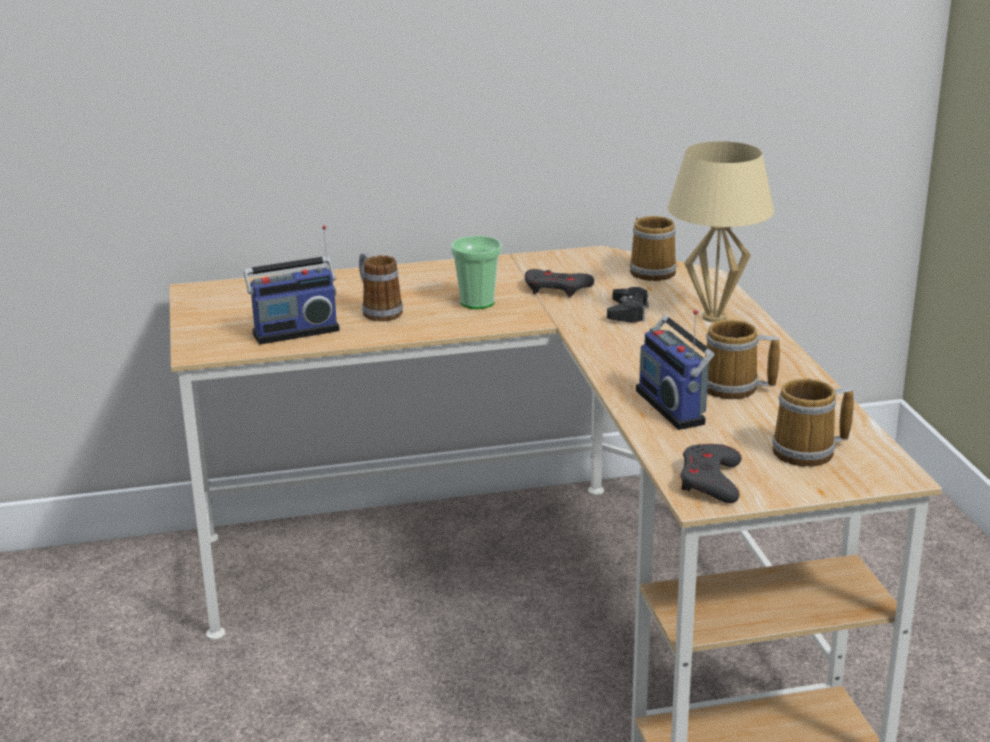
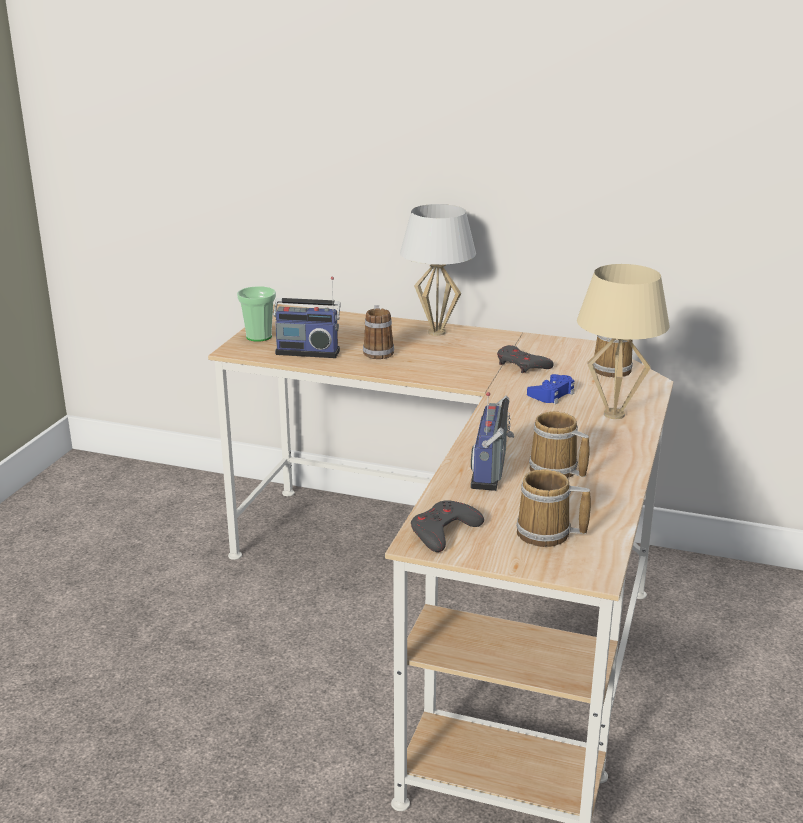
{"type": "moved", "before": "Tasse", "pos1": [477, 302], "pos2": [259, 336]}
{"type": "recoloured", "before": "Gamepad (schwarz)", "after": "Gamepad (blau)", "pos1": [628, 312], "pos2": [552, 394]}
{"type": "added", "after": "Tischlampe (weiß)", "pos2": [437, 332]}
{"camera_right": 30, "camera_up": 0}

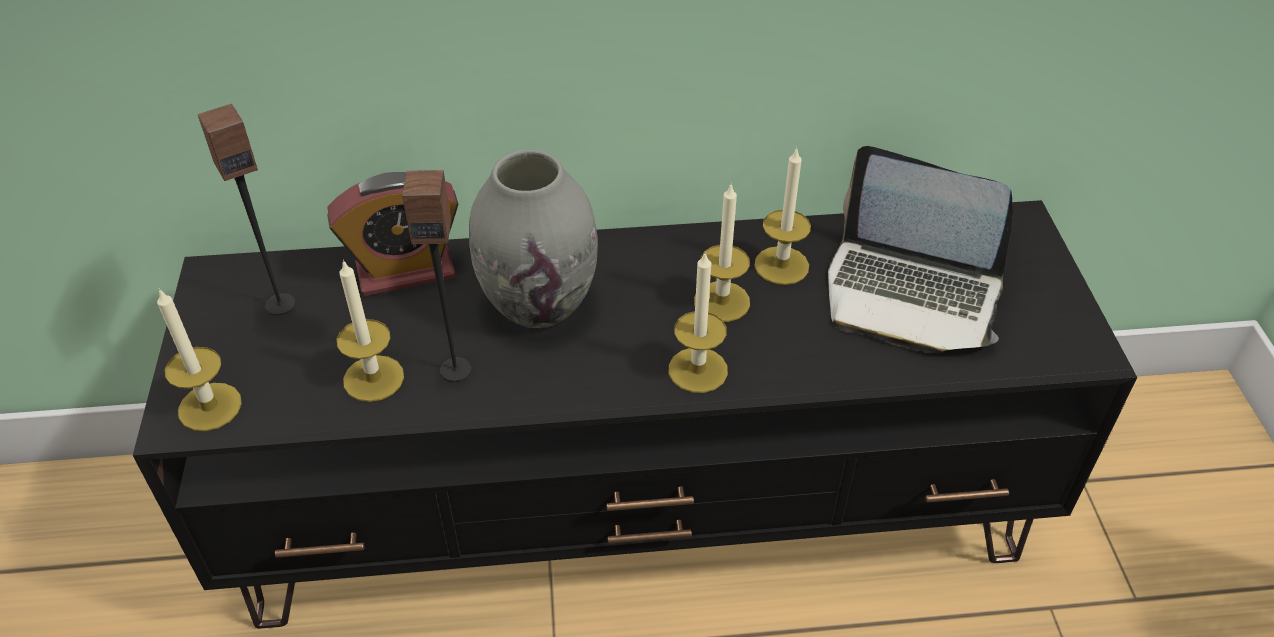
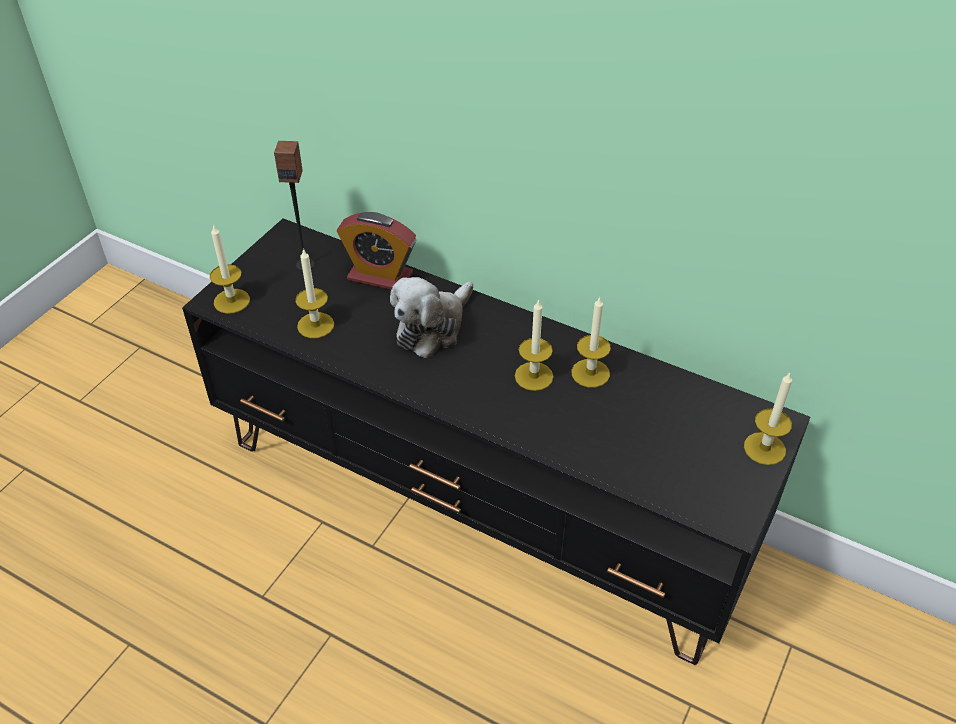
{"type": "removed", "before": "Laptop", "pos1": [910, 294]}
{"type": "replaced", "before": "Vase (grau)", "after": "Plüschtier", "pos1": [539, 303], "pos2": [432, 327]}
{"type": "removed", "before": "Lautsprecher", "pos1": [455, 369]}
{"type": "moved", "before": "Kerze", "pos1": [698, 370], "pos2": [764, 448]}
{"camera_right": 35, "camera_up": 0}

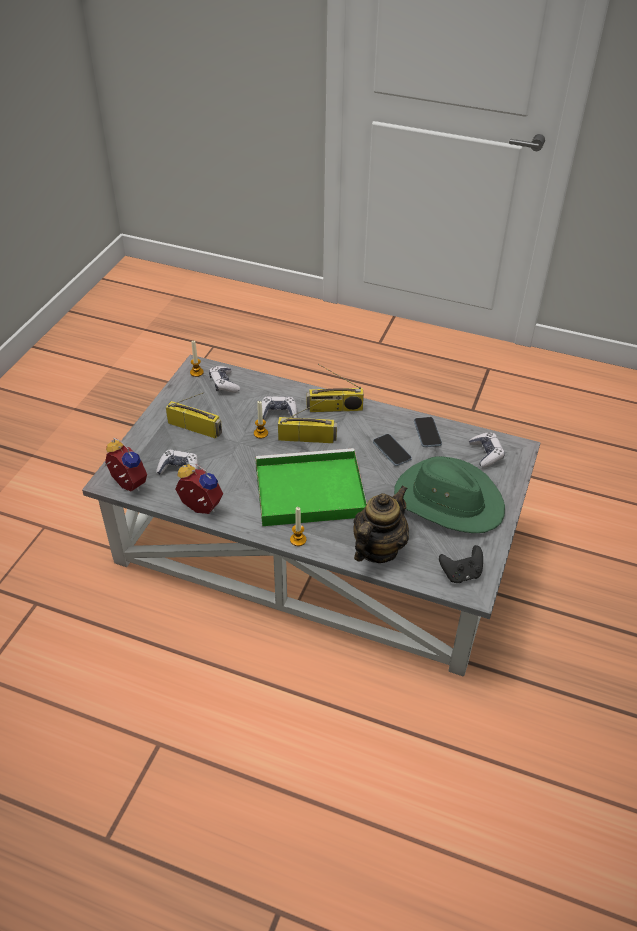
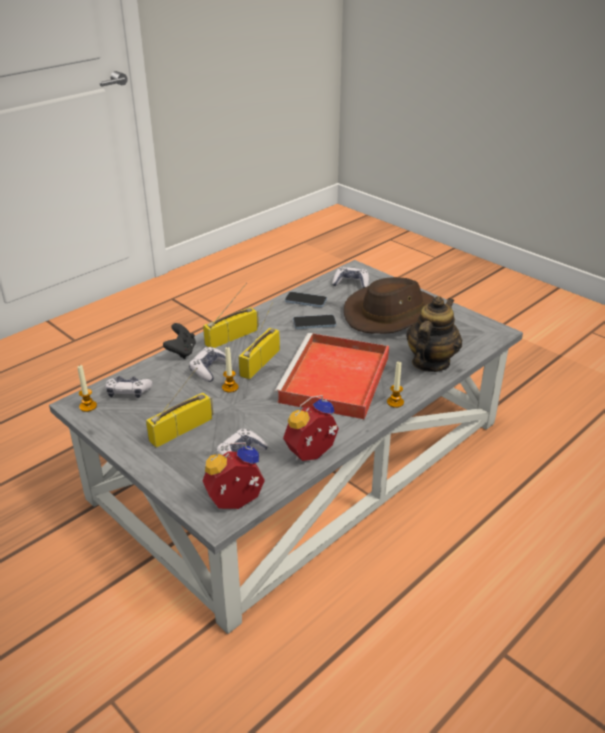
{"type": "turned", "before": "Radio", "pos1": [334, 408], "pos2": [232, 336], "turn": -150}
{"type": "recoloured", "before": "Tablett (grün)", "after": "Tablett (rot)", "pos1": [307, 492], "pos2": [335, 381]}
{"type": "recoloured", "before": "Hut (grün)", "after": "Hut (braun)", "pos1": [448, 500], "pos2": [392, 314]}
{"type": "turned", "before": "Teekanne", "pos1": [378, 549], "pos2": [430, 363], "turn": 60}
{"type": "moved", "before": "Gamepad (schwarz)", "pos1": [461, 574], "pos2": [181, 352]}
{"camera_right": -65, "camera_up": -10}

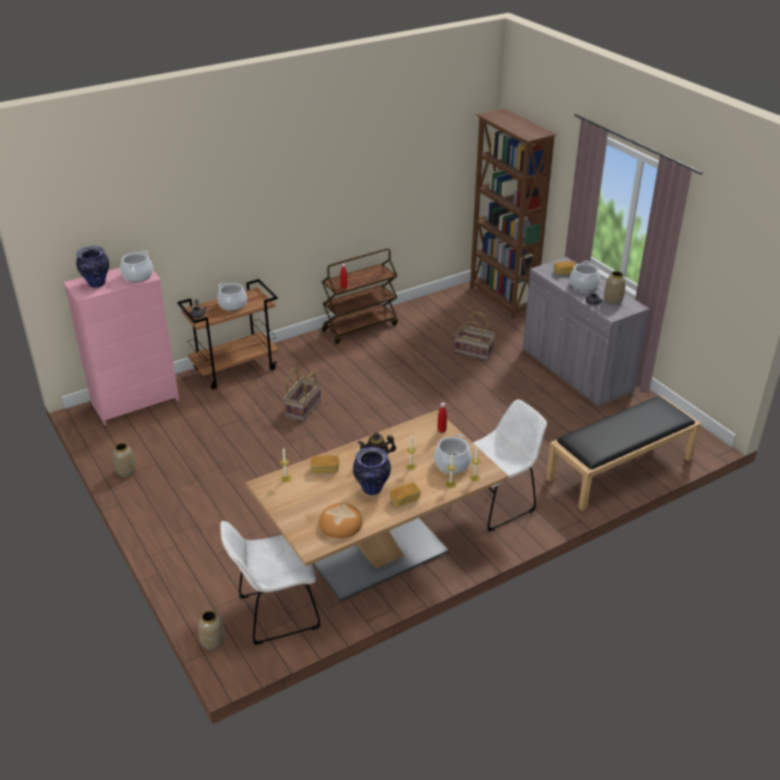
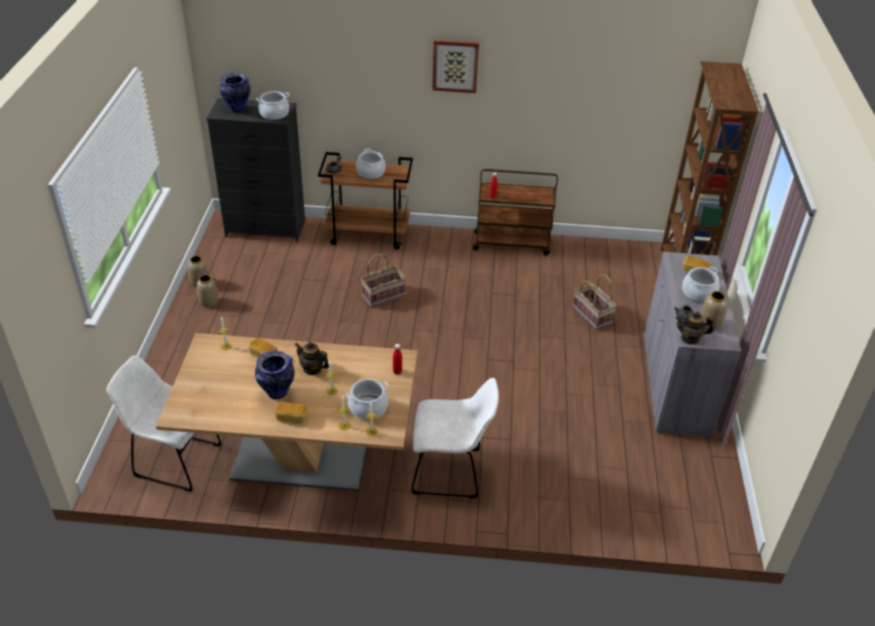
{"type": "recoloured", "before": "Kommode (rosa)", "after": "Kommode (schwarz)", "pos1": [136, 402], "pos2": [266, 228]}
{"type": "removed", "before": "Bank (schwarz)", "pos1": [619, 469]}
{"type": "removed", "before": "Brot", "pos1": [340, 523]}
{"type": "moved", "before": "Vase", "pos1": [213, 642], "pos2": [209, 302]}
{"type": "added", "after": "Bild", "pos2": [455, 65]}
{"type": "added", "after": "Teekanne", "pos2": [690, 338]}
{"camera_right": 35, "camera_up": 5}

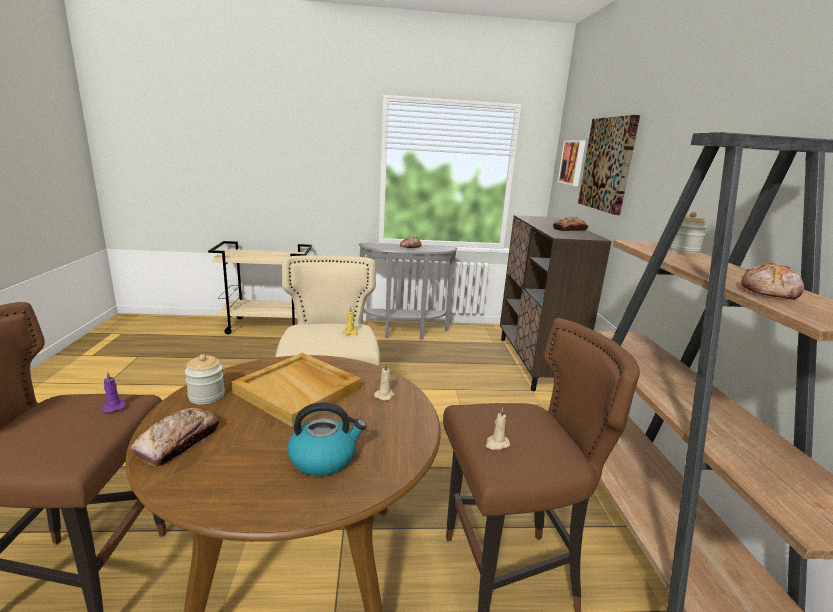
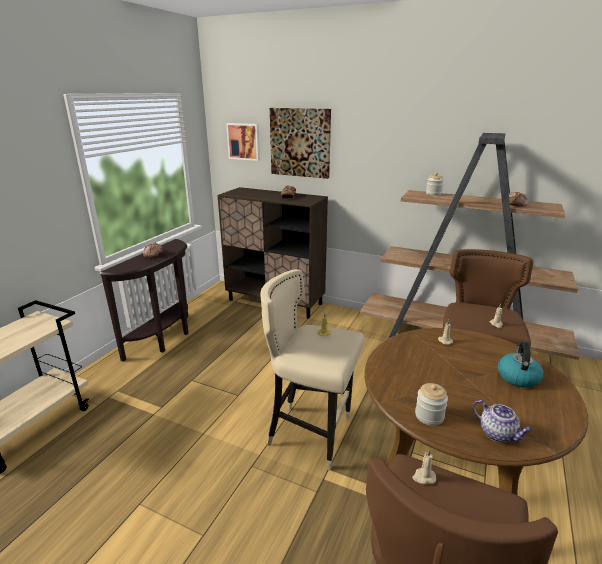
{"type": "recoloured", "before": "Konsolentisch (grau)", "after": "Konsolentisch (braun)", "pos1": [404, 333], "pos2": [166, 339]}
{"type": "removed", "before": "Tablett (beige)", "pos1": [299, 390]}
{"type": "recoloured", "before": "Kerze (lila)", "after": "Kerze (beige)", "pos1": [114, 406], "pos2": [423, 477]}
{"type": "replaced", "before": "Brot", "after": "Teekanne", "pos1": [178, 442], "pos2": [498, 434]}
{"camera_right": -60, "camera_up": 5}

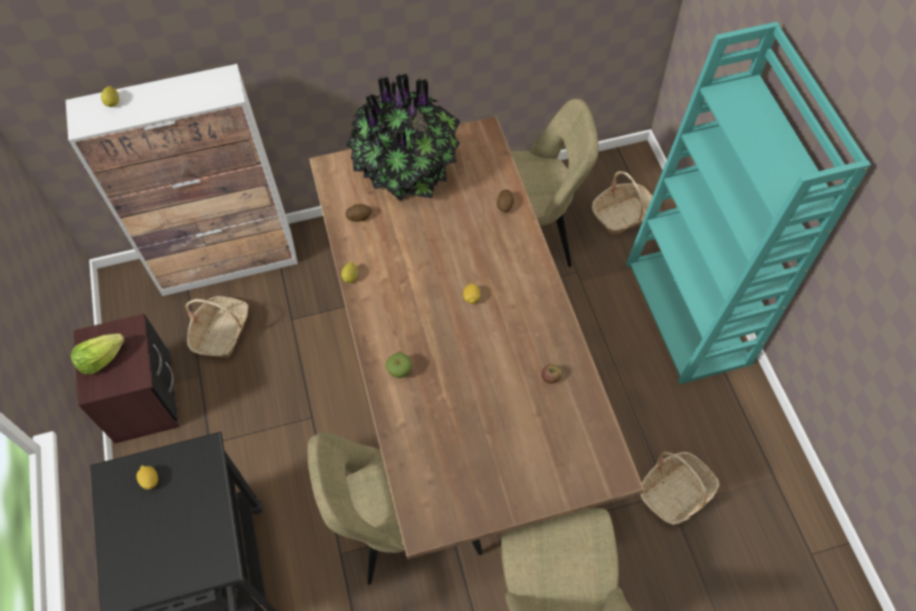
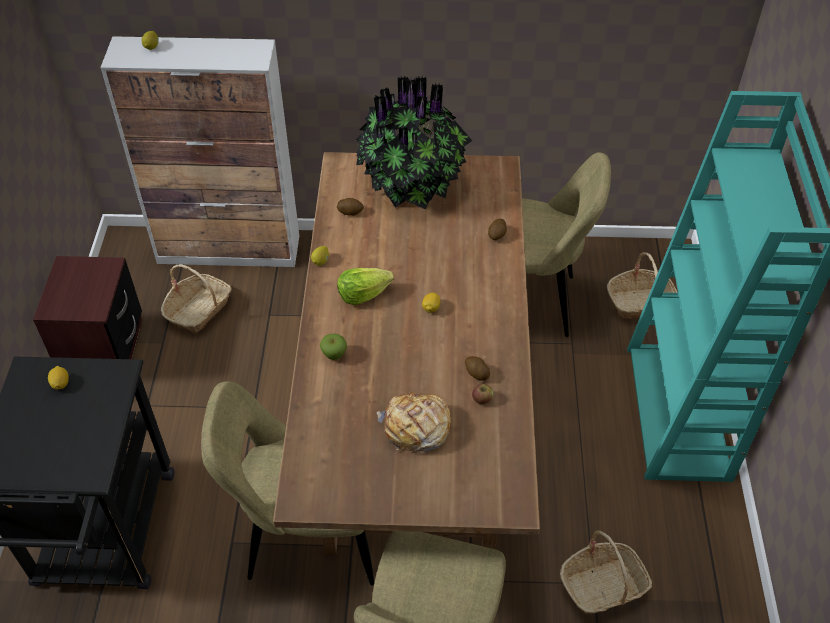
{"type": "moved", "before": "Salatkopf", "pos1": [101, 359], "pos2": [362, 294]}
{"type": "added", "after": "Kartoffel", "pos2": [476, 373]}
{"type": "added", "after": "Brot", "pos2": [416, 428]}
{"camera_right": 15, "camera_up": -10}

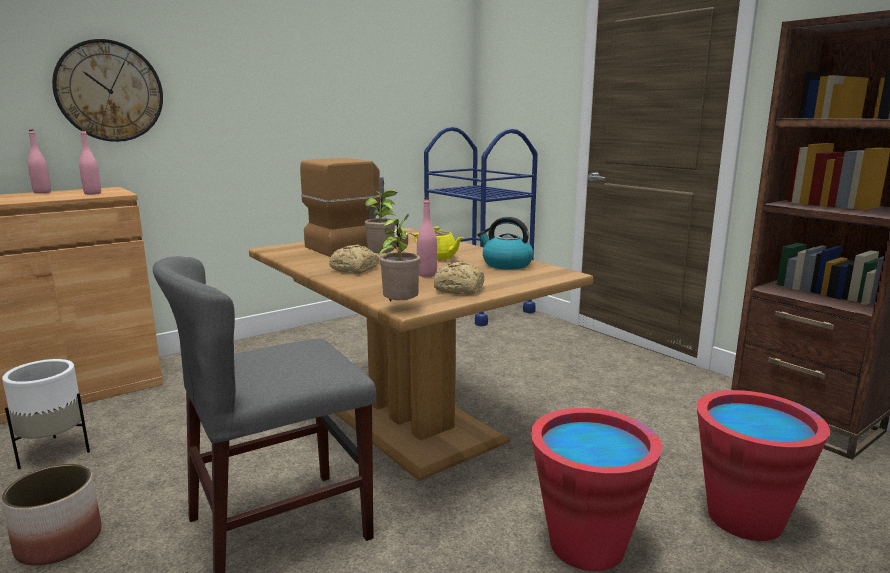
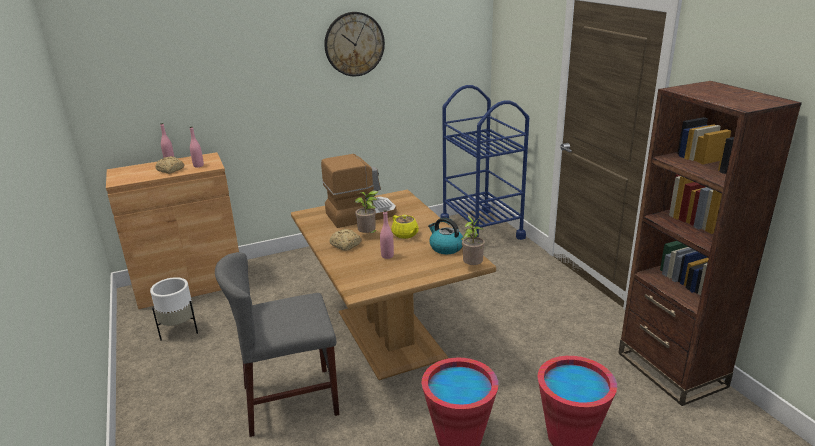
{"type": "moved", "before": "Wanduhr", "pos1": [109, 91], "pos2": [354, 44]}
{"type": "moved", "before": "Topfpflanze", "pos1": [400, 308], "pos2": [472, 267]}
{"type": "moved", "before": "Brot", "pos1": [460, 290], "pos2": [170, 170]}
{"type": "removed", "before": "Pflanzkübel", "pos1": [59, 541]}
{"camera_right": 15, "camera_up": 10}

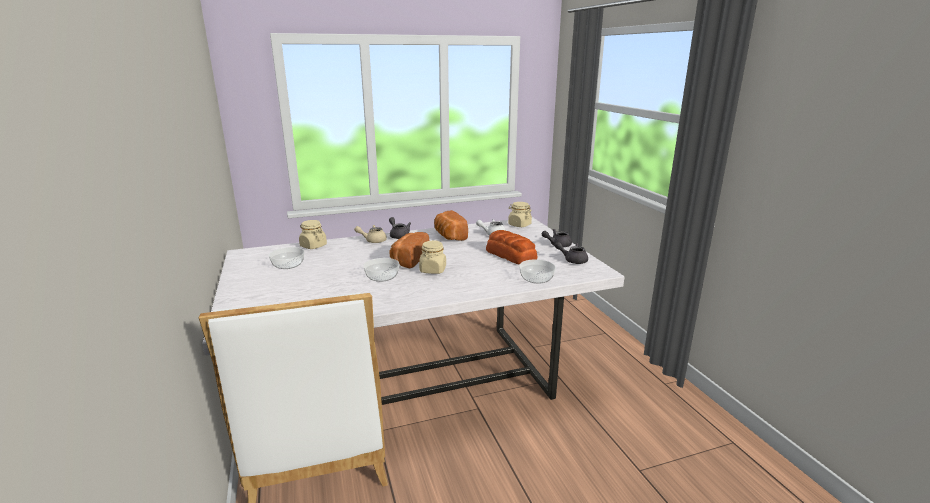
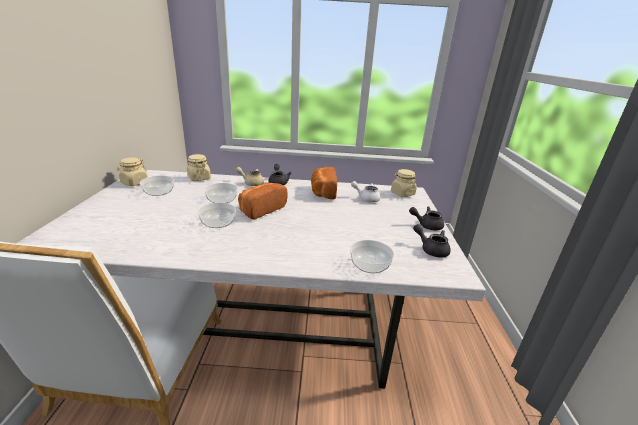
{"type": "removed", "before": "Brot", "pos1": [510, 255]}
{"type": "moved", "before": "Vorratsglas (beige)", "pos1": [433, 270], "pos2": [134, 183]}
{"type": "added", "after": "Schüssel", "pos2": [222, 200]}
{"camera_right": 20, "camera_up": 5}

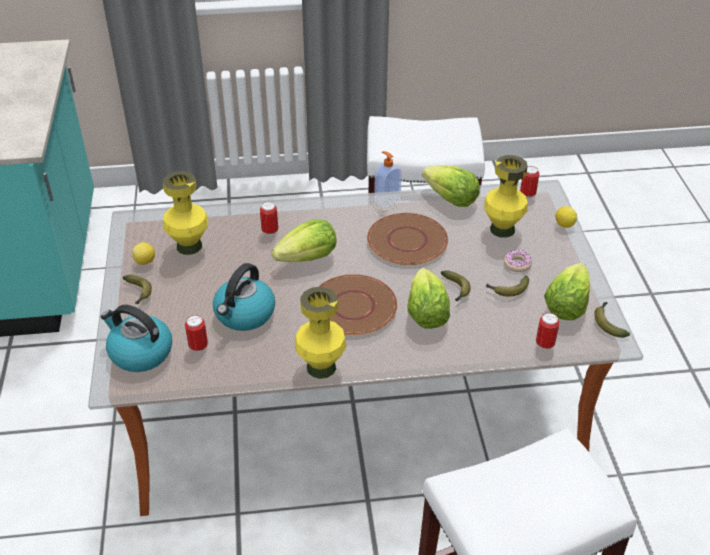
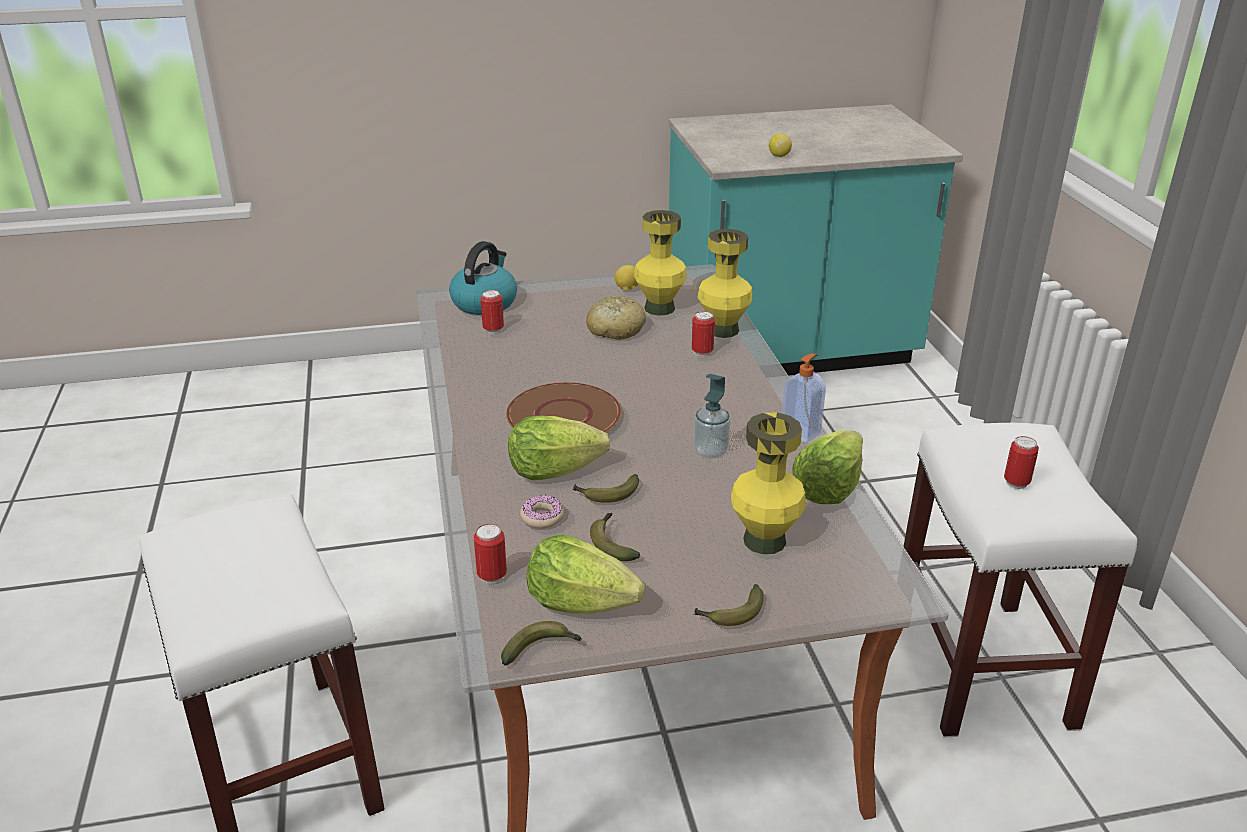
{"type": "moved", "before": "Dose", "pos1": [527, 194], "pos2": [1016, 483]}
{"type": "moved", "before": "Zitrone", "pos1": [564, 225], "pos2": [779, 156]}
{"type": "replaced", "before": "Teller (braun)", "after": "Seifenspender", "pos1": [407, 240], "pos2": [710, 451]}
{"type": "removed", "before": "Salatkopf", "pos1": [308, 258]}
{"type": "moved", "before": "Donut", "pos1": [517, 264], "pos2": [542, 517]}
{"type": "removed", "before": "Wasserkessel", "pos1": [244, 315]}
{"type": "moved", "before": "Banane", "pos1": [138, 293], "pos2": [731, 614]}
{"type": "moved", "before": "Vase (gelb)", "pos1": [321, 367], "pos2": [723, 330]}
{"type": "added", "after": "Brot", "pos2": [615, 329]}
{"camera_right": 85, "camera_up": -10}

